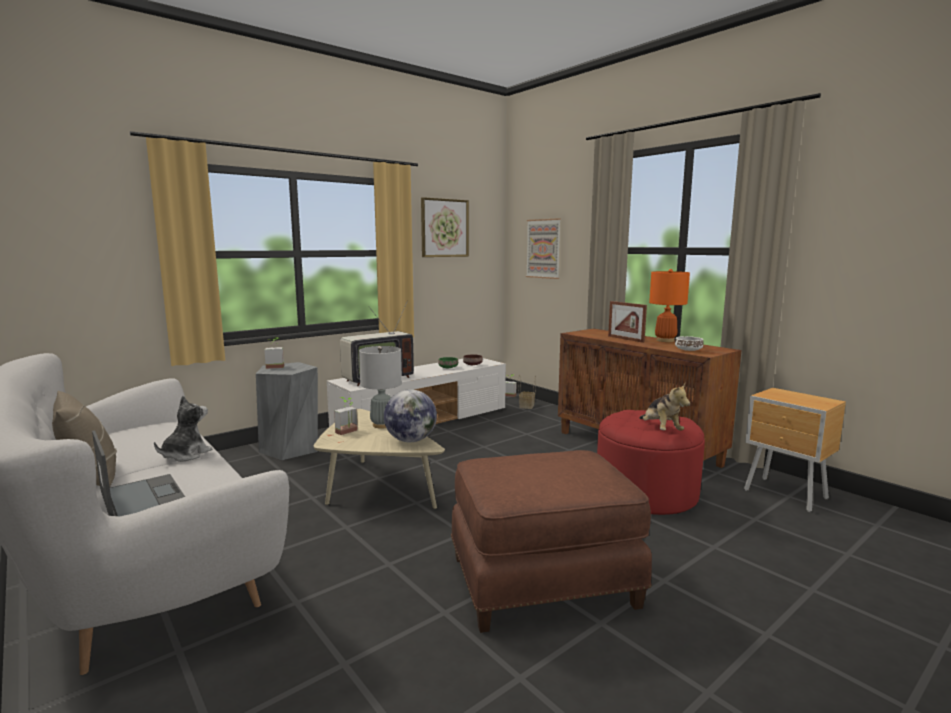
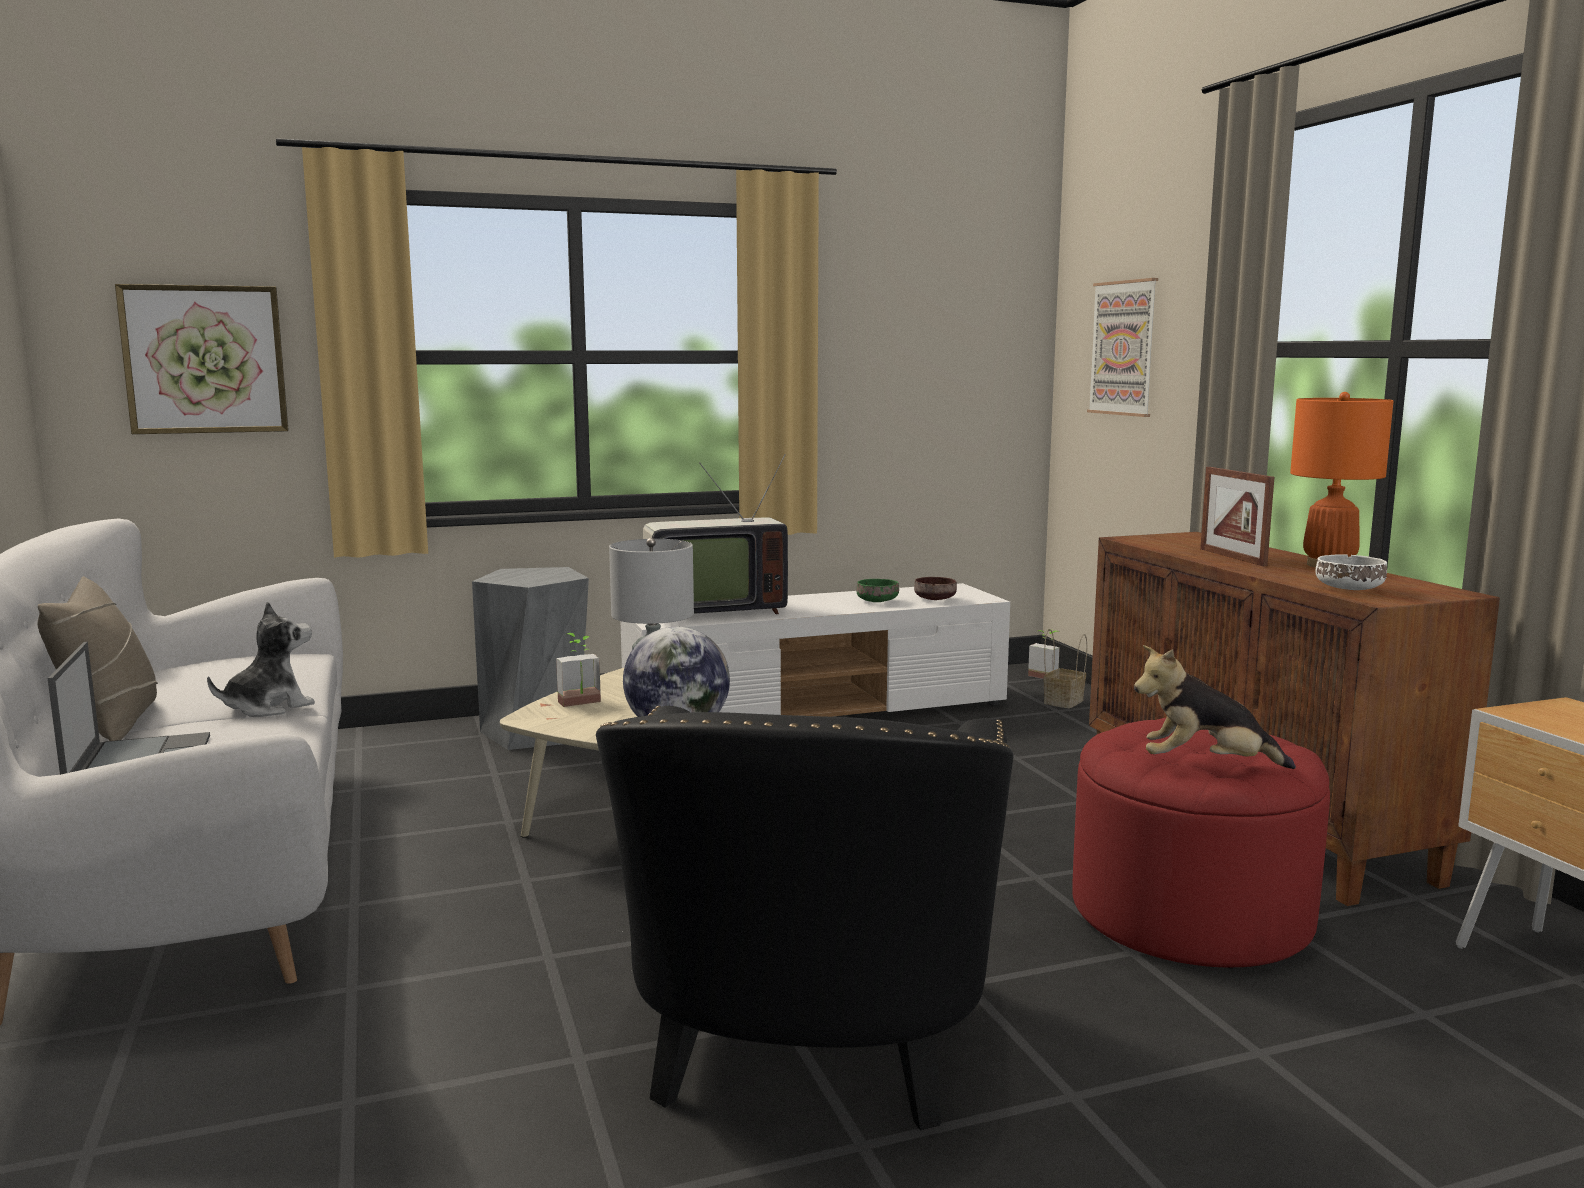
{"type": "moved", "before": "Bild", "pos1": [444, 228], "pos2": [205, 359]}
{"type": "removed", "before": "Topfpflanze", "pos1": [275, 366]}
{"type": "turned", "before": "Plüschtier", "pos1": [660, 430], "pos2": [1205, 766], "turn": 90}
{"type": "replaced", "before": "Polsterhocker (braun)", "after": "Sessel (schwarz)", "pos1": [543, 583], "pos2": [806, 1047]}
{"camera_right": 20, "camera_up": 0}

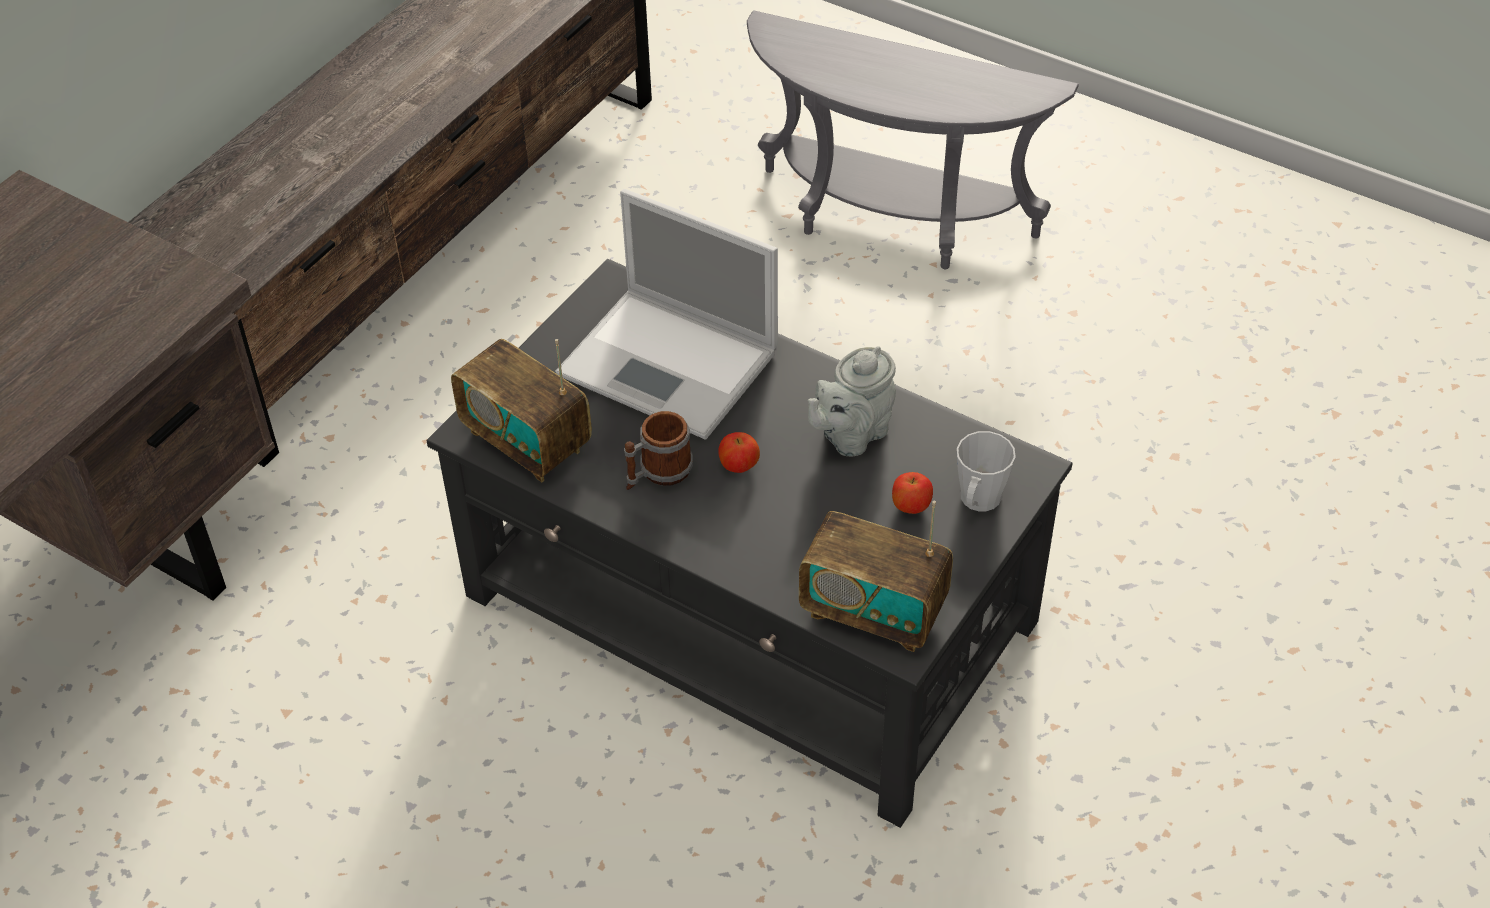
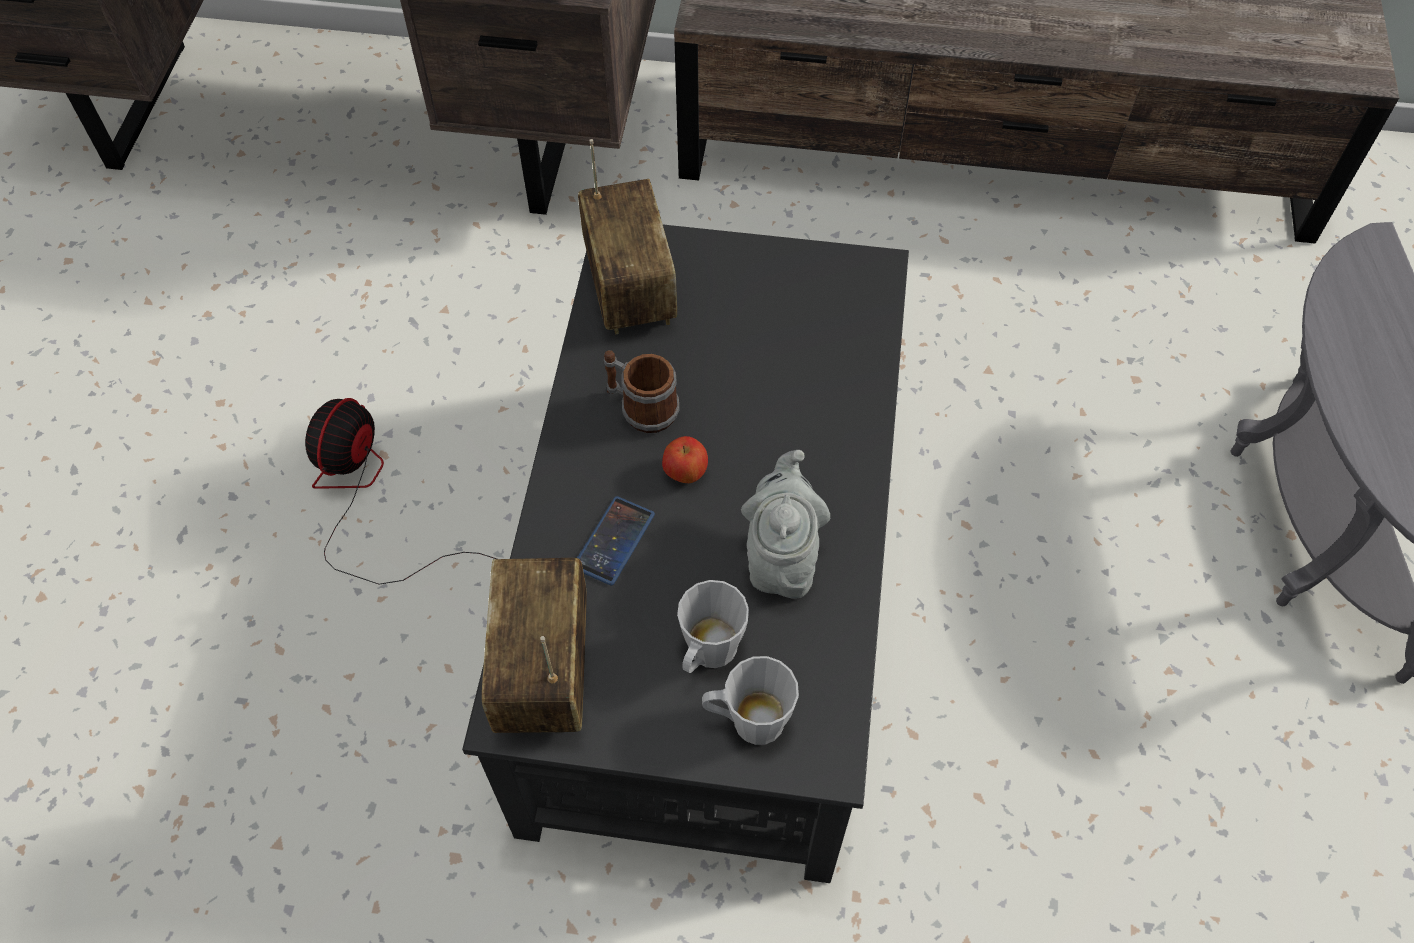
{"type": "removed", "before": "Laptop", "pos1": [671, 364]}
{"type": "turned", "before": "Radio", "pos1": [526, 441], "pos2": [630, 289], "turn": 150}
{"type": "turned", "before": "Teekanne (grau)", "pos1": [851, 435], "pos2": [782, 557], "turn": 75}
{"type": "replaced", "before": "Apfel", "after": "Henkelbecher (grau)", "pos1": [910, 506], "pos2": [708, 654]}
{"type": "added", "after": "Ventilator", "pos2": [367, 498]}
{"type": "added", "after": "Handy", "pos2": [614, 541]}
{"camera_right": 65, "camera_up": 10}

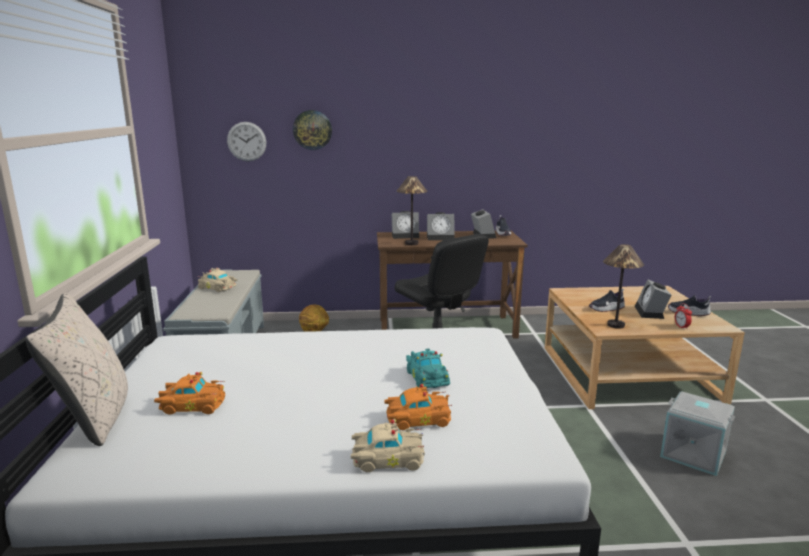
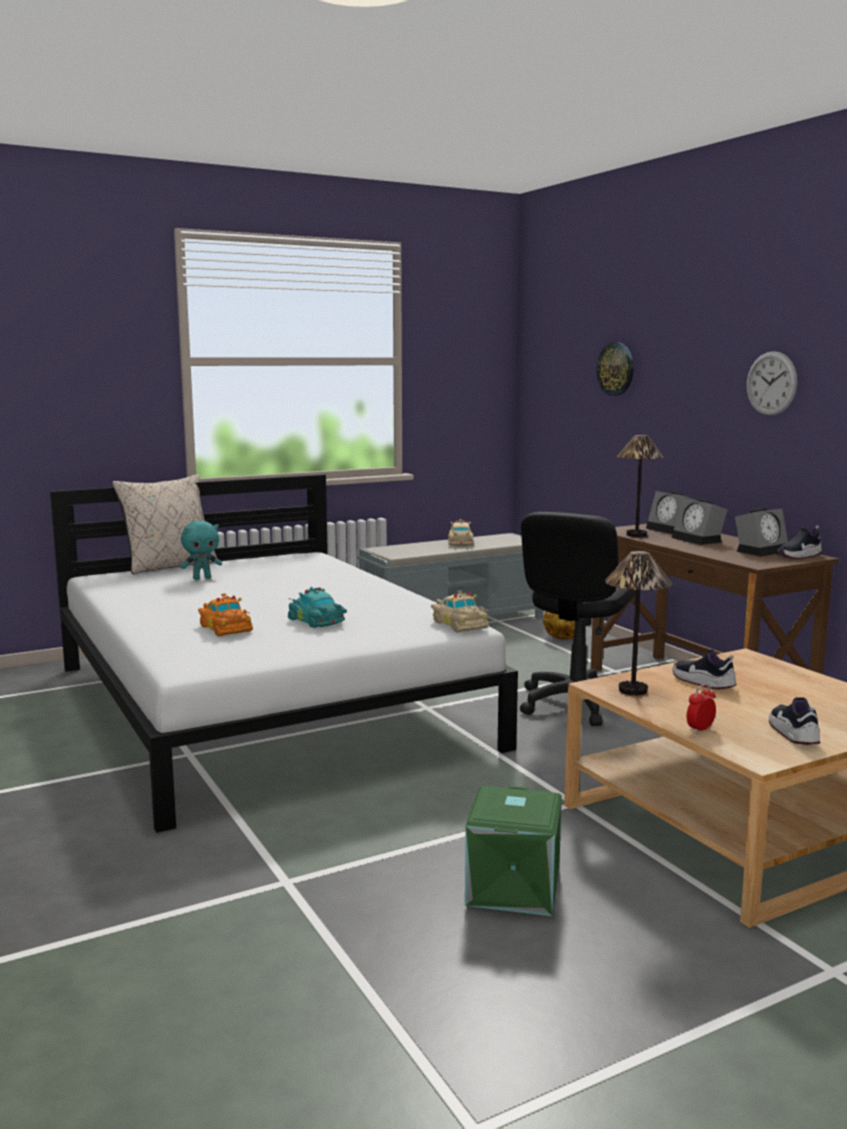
{"type": "moved", "before": "Wanduhr", "pos1": [246, 141], "pos2": [771, 383]}
{"type": "removed", "before": "Wecker", "pos1": [651, 313]}
{"type": "turned", "before": "Spielzeugauto (türkis)", "pos1": [427, 377], "pos2": [316, 621], "turn": 90}
{"type": "replaced", "before": "Spielzeugauto (orange)", "after": "Plüschtier (türkis)", "pos1": [192, 405], "pos2": [202, 578]}
{"type": "recoloured", "before": "Aufbewahrungsbox (grau)", "after": "Aufbewahrungsbox (grün)", "pos1": [694, 453], "pos2": [515, 888]}
{"type": "moved", "before": "Spielzeugauto (beige)", "pos1": [386, 459], "pos2": [459, 624]}
{"camera_right": 65, "camera_up": -5}

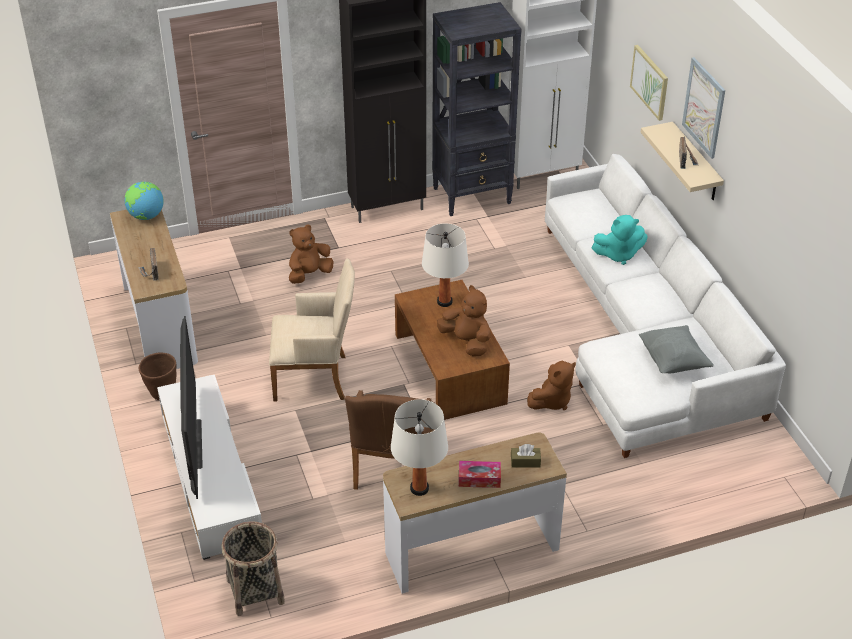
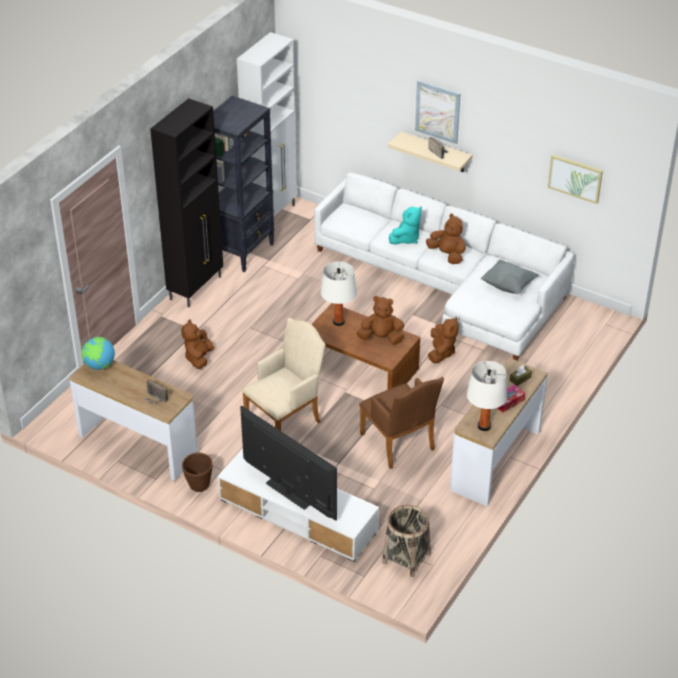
{"type": "moved", "before": "Bild", "pos1": [650, 82], "pos2": [575, 178]}
{"type": "added", "after": "Plüschtier (braun)", "pos2": [447, 255]}
{"camera_right": -40, "camera_up": 0}

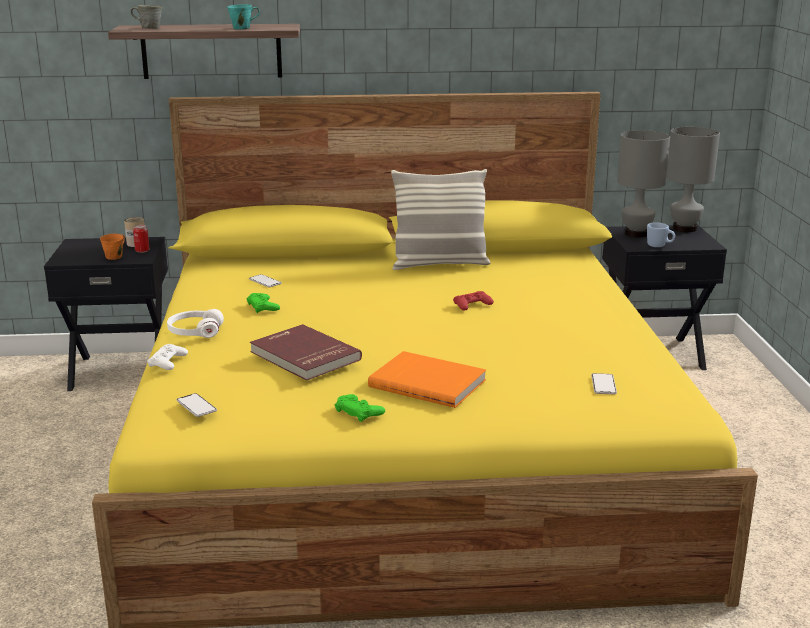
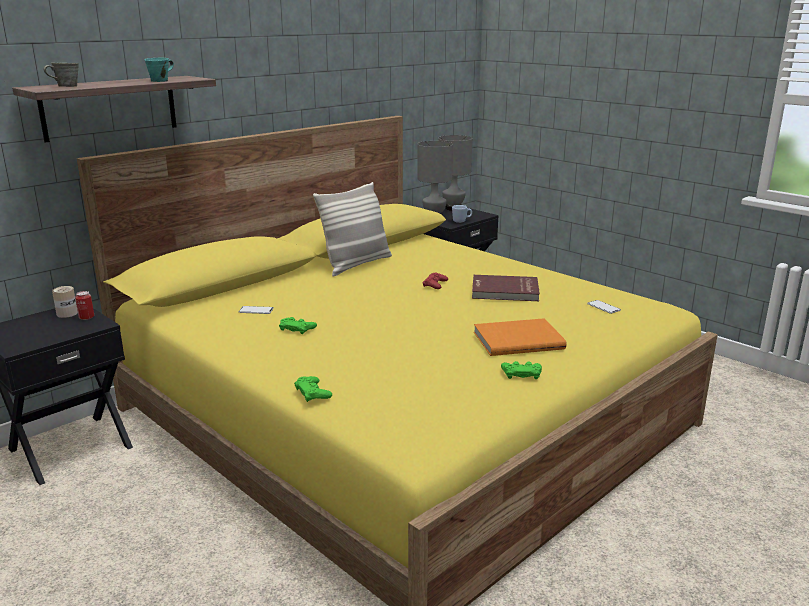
{"type": "removed", "before": "Henkelbecher (orange)", "pos1": [115, 257]}
{"type": "removed", "before": "Kopfhörer (weiß)", "pos1": [195, 332]}
{"type": "moved", "before": "Buch (rot)", "pos1": [303, 356], "pos2": [505, 291]}
{"type": "recoloured", "before": "Gamepad (weiß)", "after": "Gamepad (grün)", "pos1": [168, 362], "pos2": [313, 393]}
{"type": "removed", "before": "Handy", "pos1": [196, 406]}
{"camera_right": -40, "camera_up": 0}

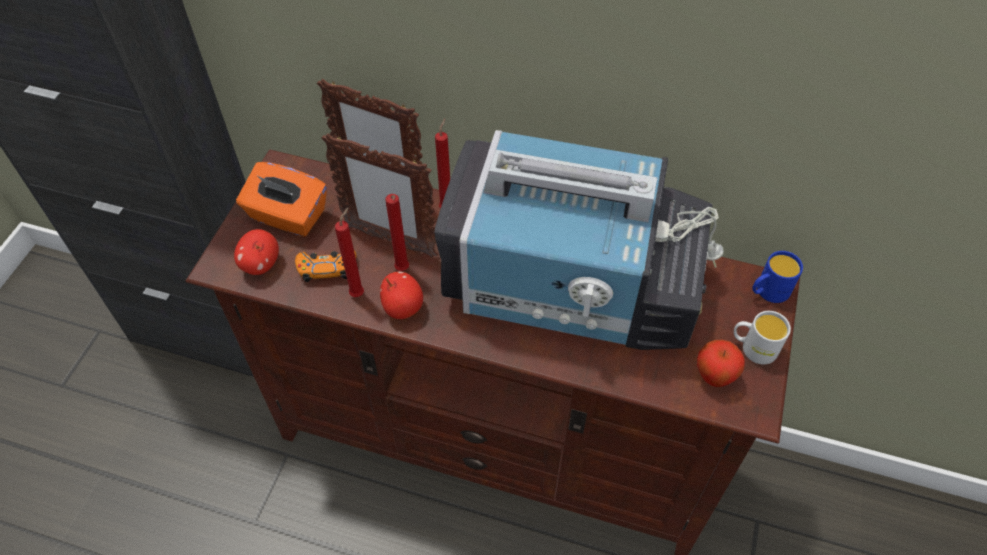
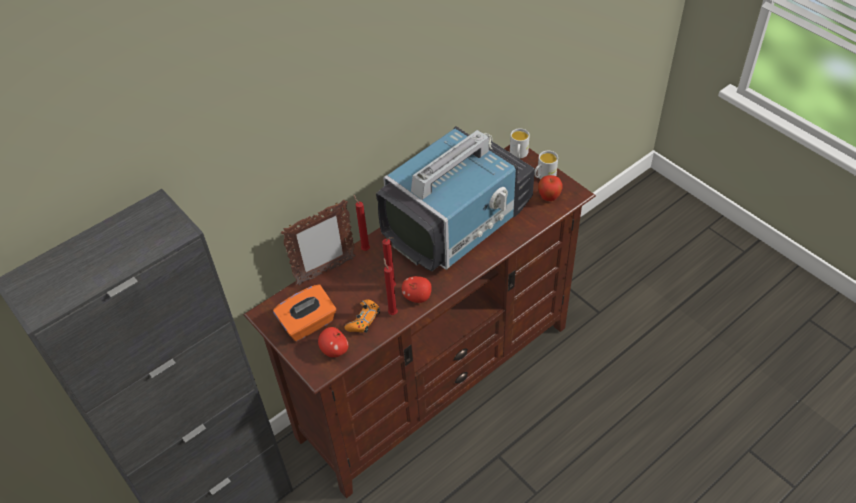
{"type": "removed", "before": "Bilderrahmen", "pos1": [390, 240]}
{"type": "recoloured", "before": "Henkelbecher (blau)", "after": "Henkelbecher (weiß)", "pos1": [767, 292], "pos2": [518, 155]}
{"camera_right": -55, "camera_up": -5}

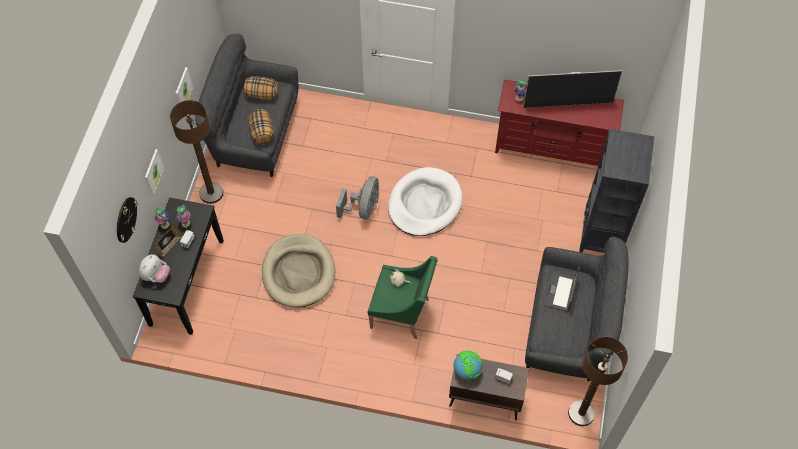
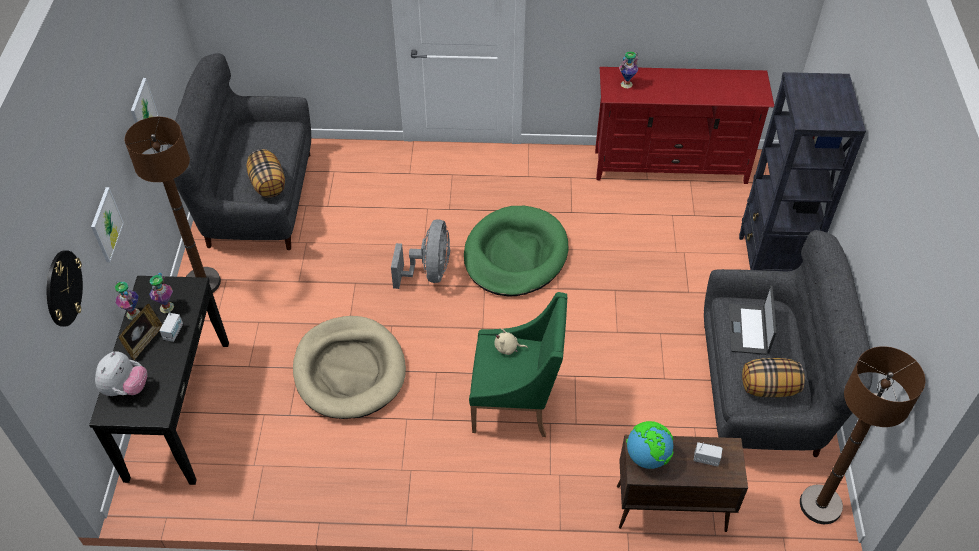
{"type": "removed", "before": "Fernseher", "pos1": [567, 104]}
{"type": "moved", "before": "Kissen", "pos1": [262, 94], "pos2": [769, 388]}
{"type": "recoloured", "before": "Hundebett (weiß)", "after": "Hundebett (grün)", "pos1": [424, 204], "pos2": [515, 255]}
{"camera_right": -10, "camera_up": -10}

